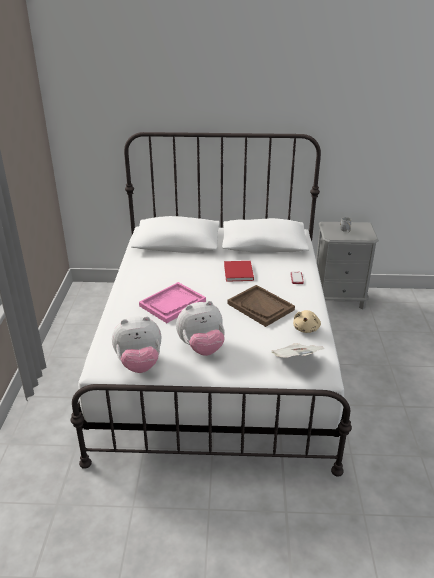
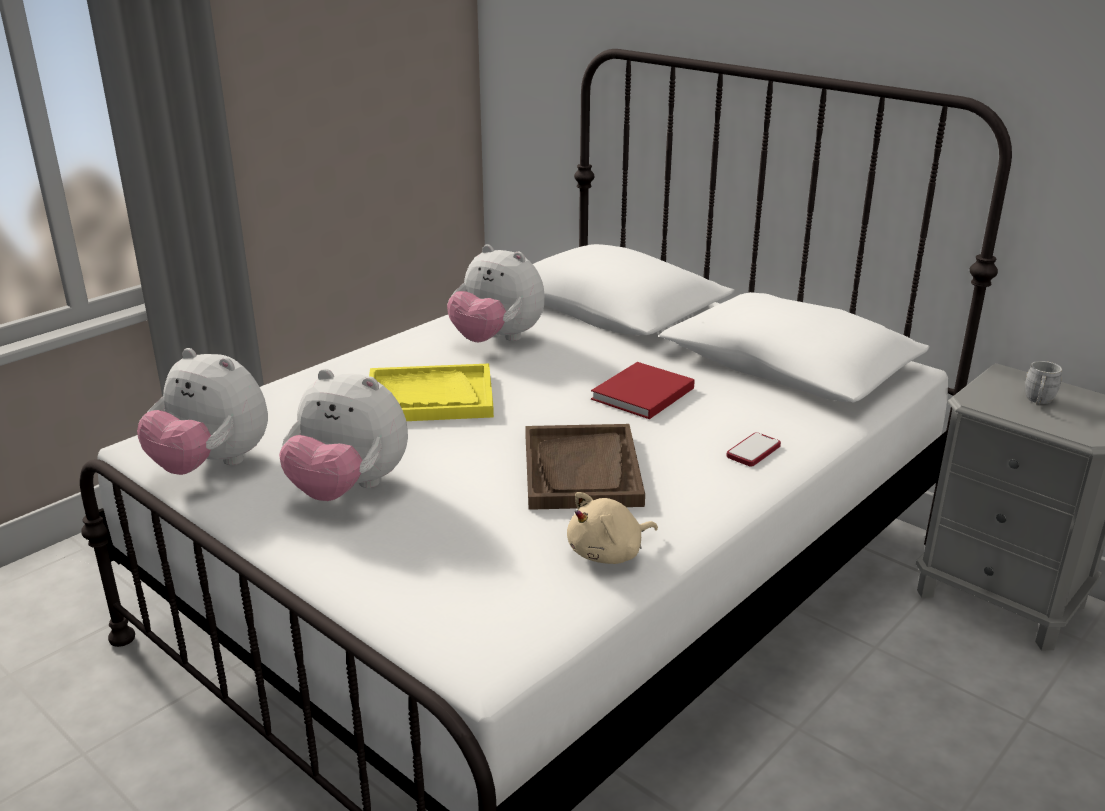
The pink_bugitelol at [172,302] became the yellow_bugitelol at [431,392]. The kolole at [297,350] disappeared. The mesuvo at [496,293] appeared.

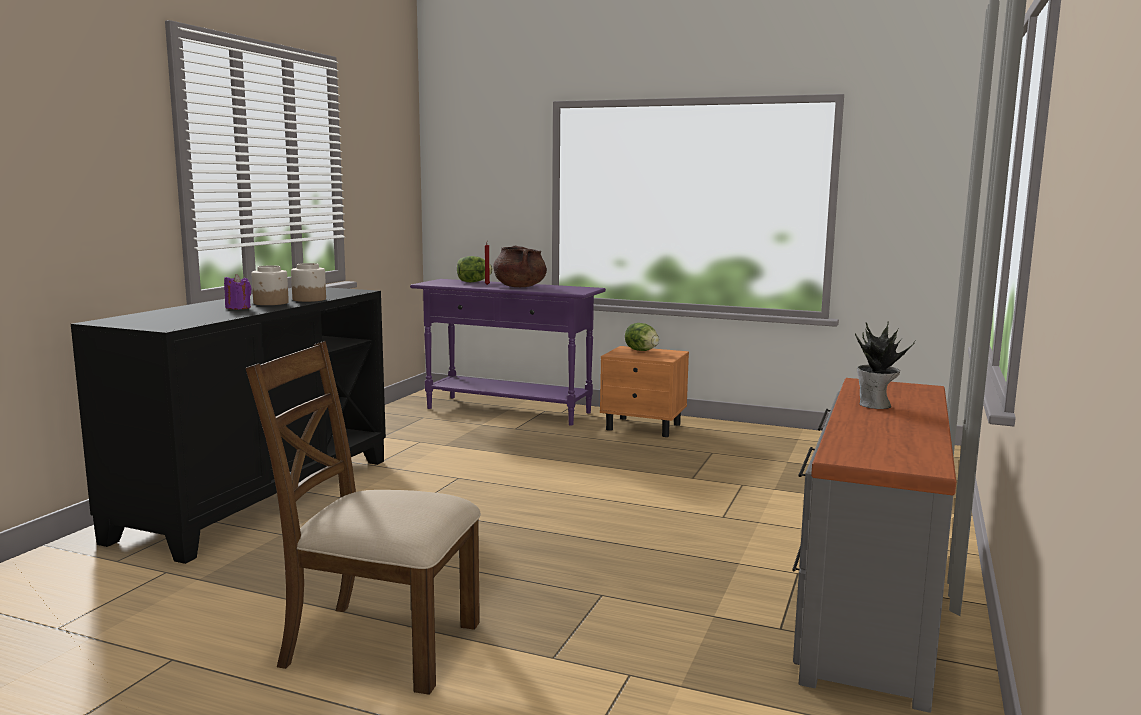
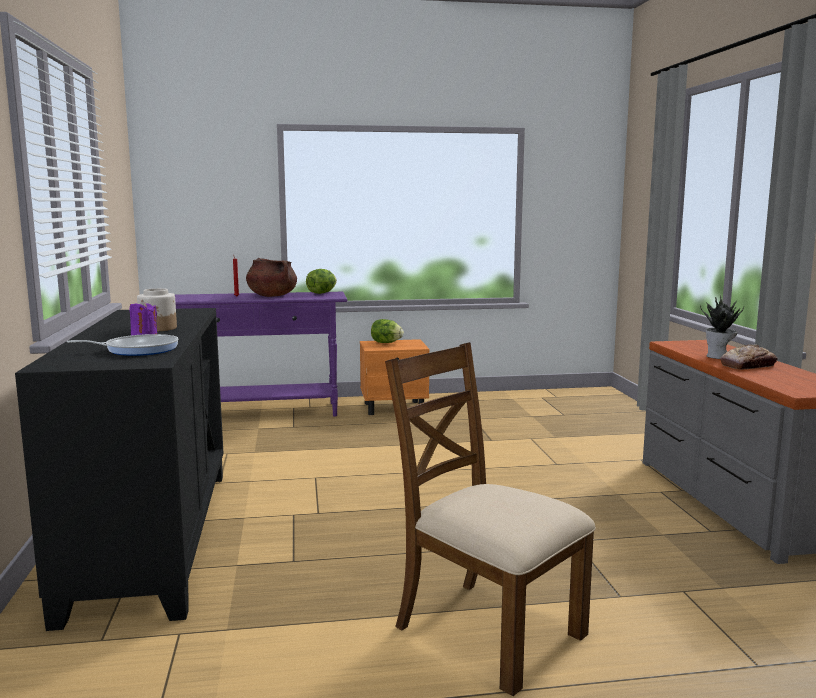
The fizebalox moved from [475,269] to [321,281]. The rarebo at [308,282] disappeared. The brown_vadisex at [363,518] turned 60 degrees clockwise. The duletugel at [123,345] appeared. The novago at [748,357] appeared.

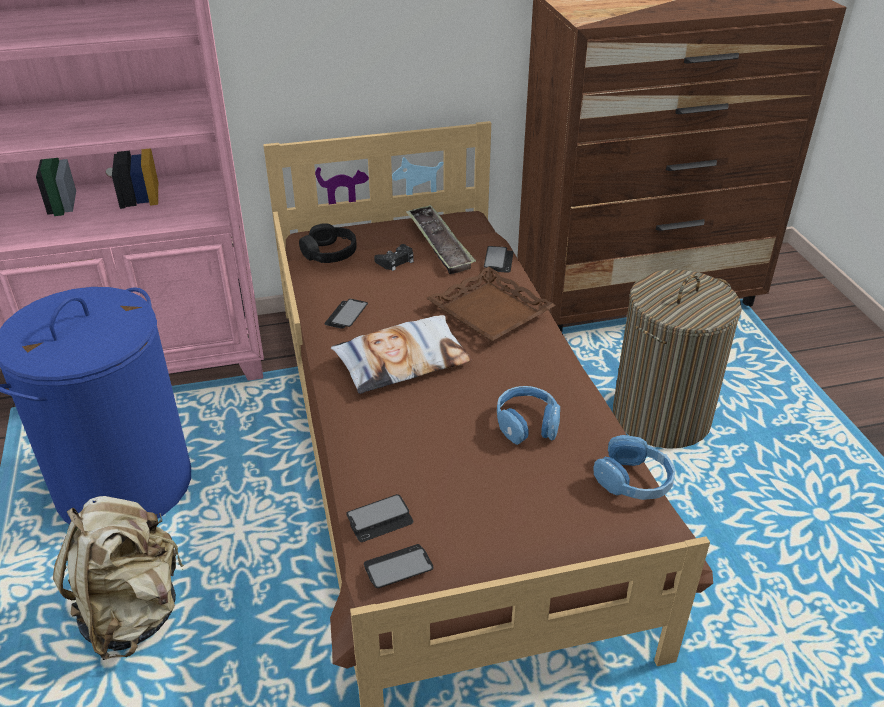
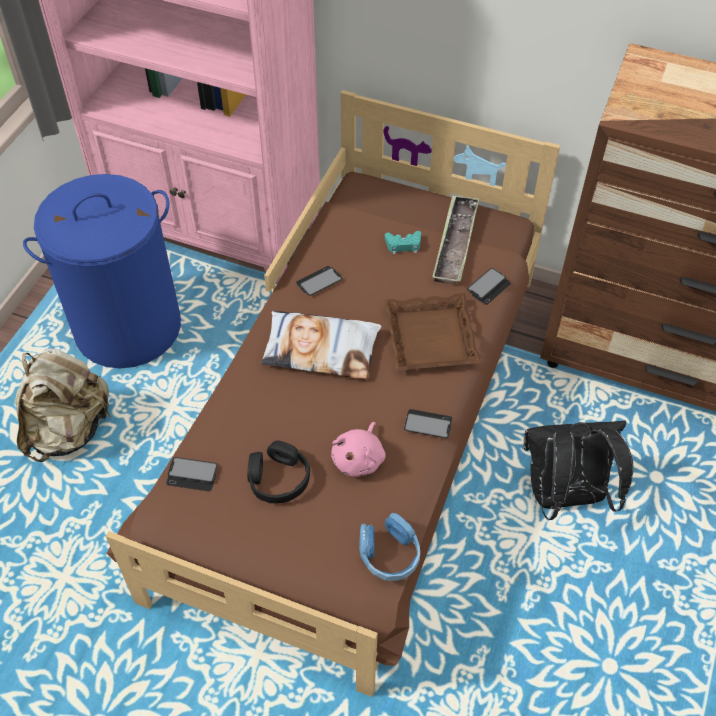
The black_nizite moved from [327,243] to [278,472]. The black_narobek at [394,257] became the turquoise_narobek at [403,242]. The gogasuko at [677,359] was replaced by the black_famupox at [578,470]. The blue_nizite at [528,415] was replaced by the pink_mesuvo at [358,449]. The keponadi moved from [399,566] to [428,423].

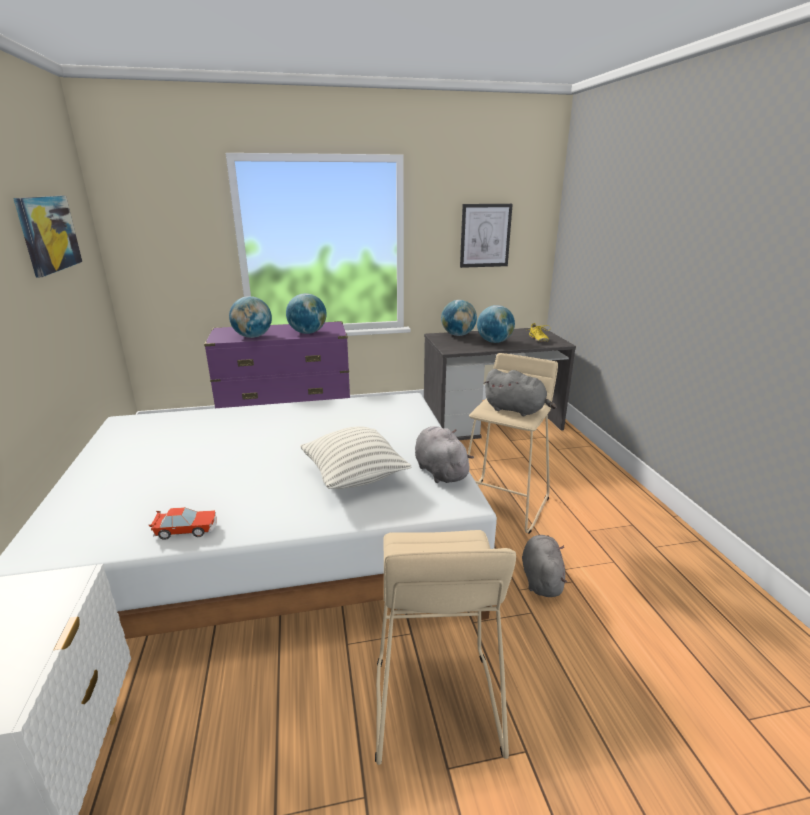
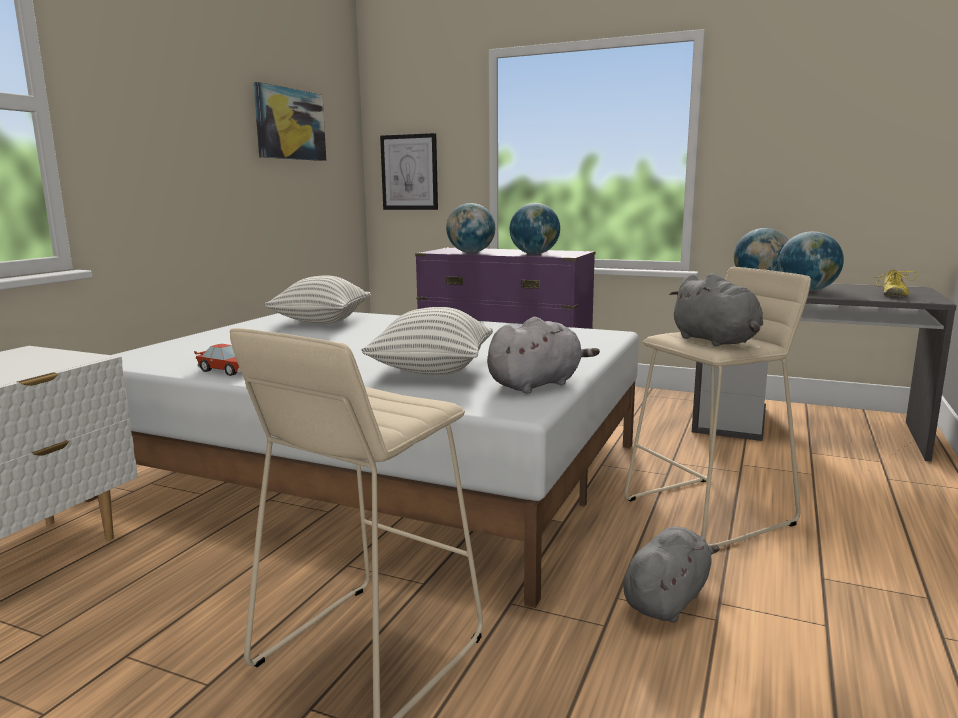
The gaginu moved from [486,236] to [409,171]. The grey_mesuvo at [444,454] turned 45 degrees clockwise. The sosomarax at [317,300] appeared.

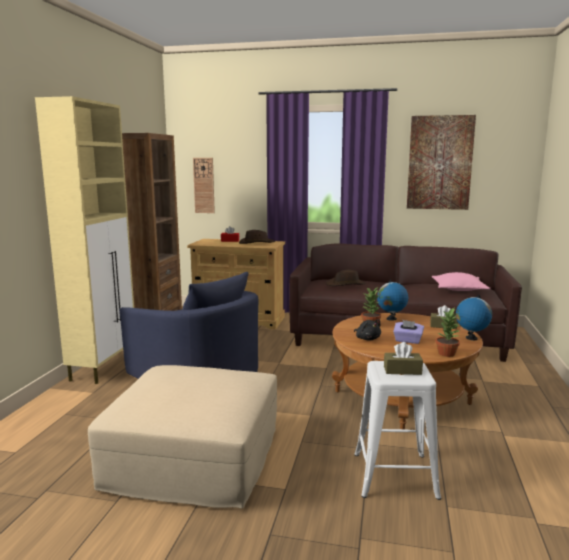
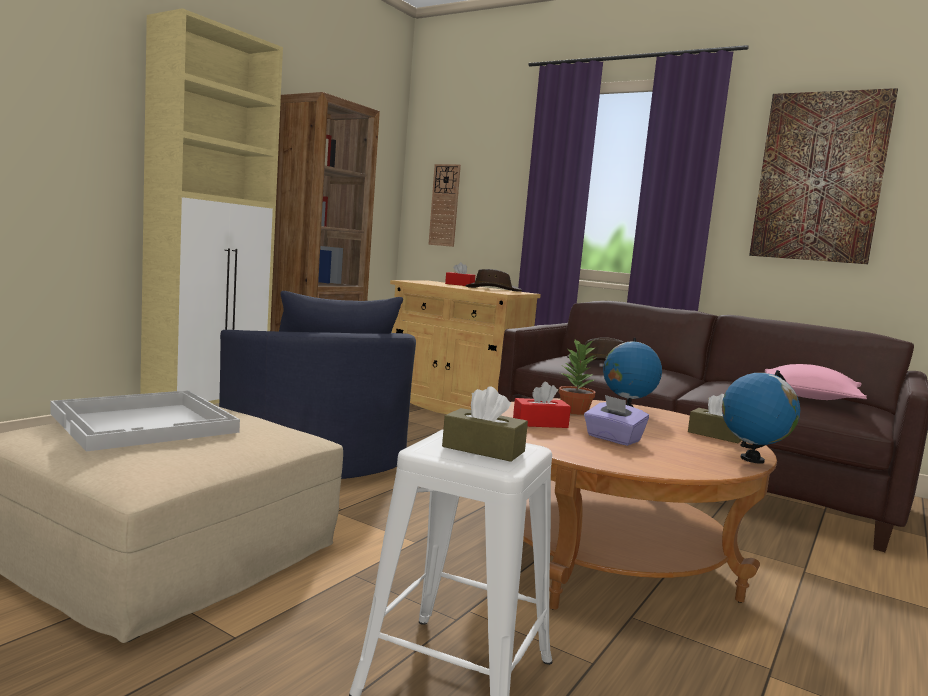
The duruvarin at [447,332] disappeared. The black_mesuvo at [367,329] was replaced by the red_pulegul at [542,404]. The white_bugitelol at [145,421] appeared.

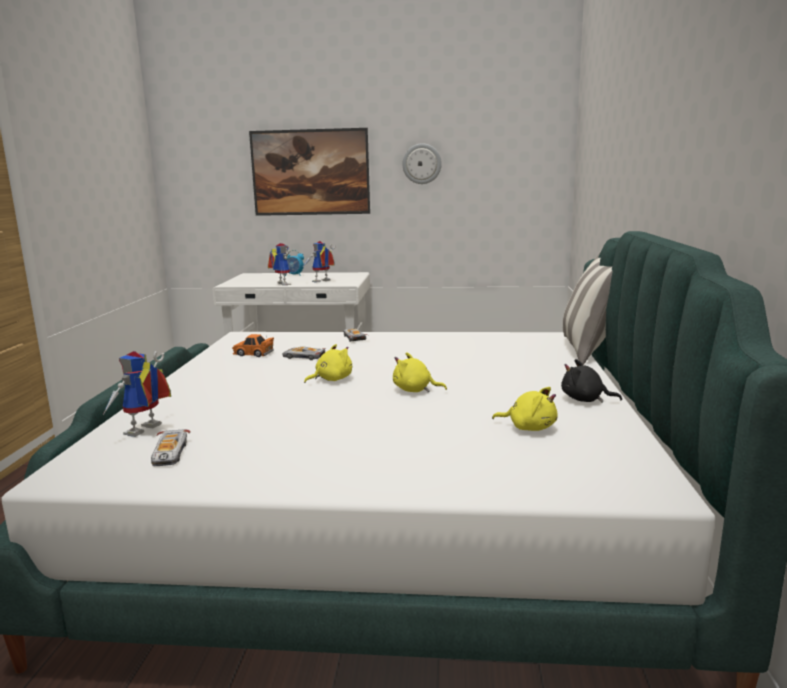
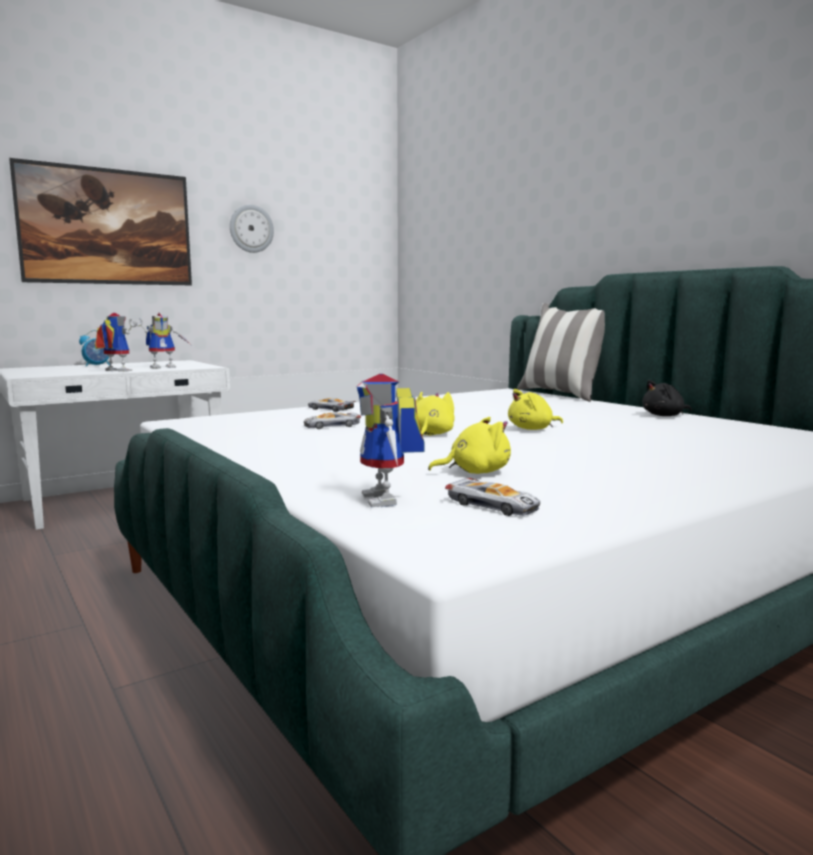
The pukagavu at [319,262] turned 135 degrees counterclockwise. The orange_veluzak at [253,345] disappeared. The yellow_mesuvo moved from [525,409] to [469,445].

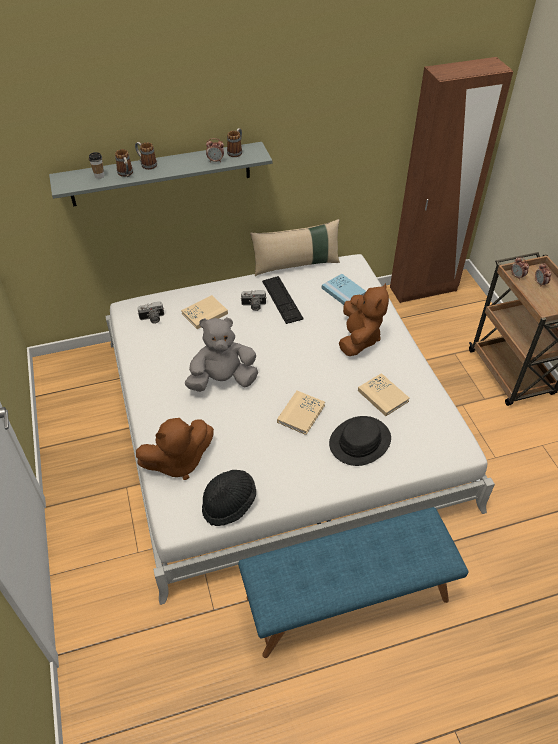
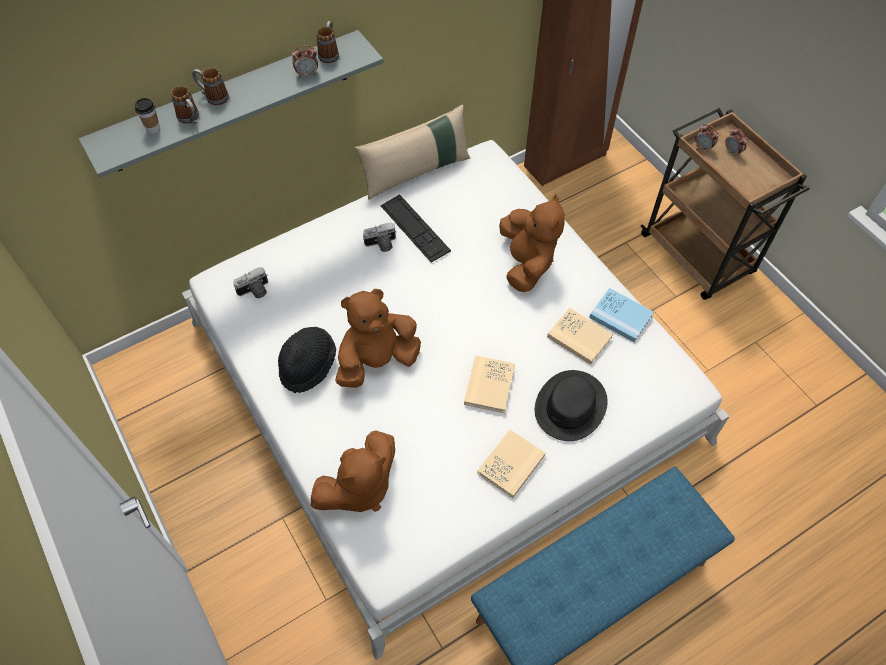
The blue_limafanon moved from [344,289] to [621,315]. The beige_limafanon moved from [204,312] to [511,463]. The grey_mesuvo at [221,354] became the brown_mesuvo at [378,338]. The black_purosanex moved from [229,498] to [307,360].

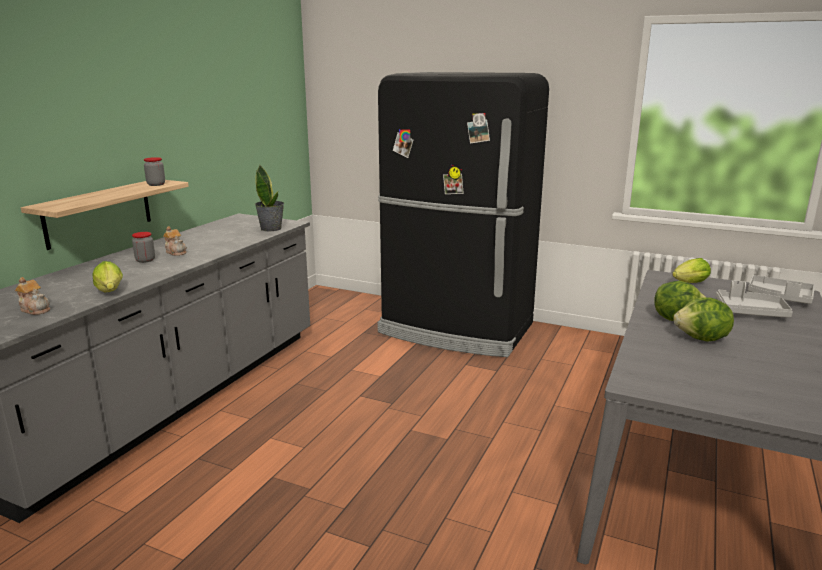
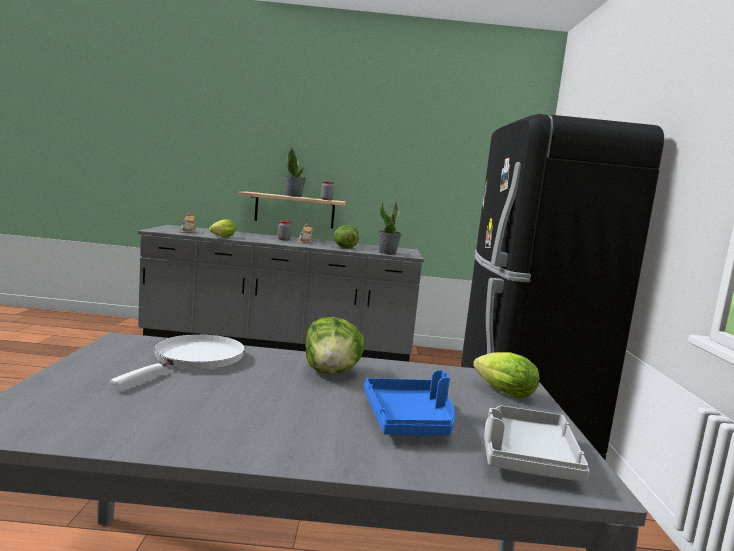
The grey_bugitelol at [754,299] became the blue_bugitelol at [409,403]. The fizebalox moved from [704,319] to [346,236]. The duruvarin at [295,172] appeared. The white_duletugel at [177,360] appeared.

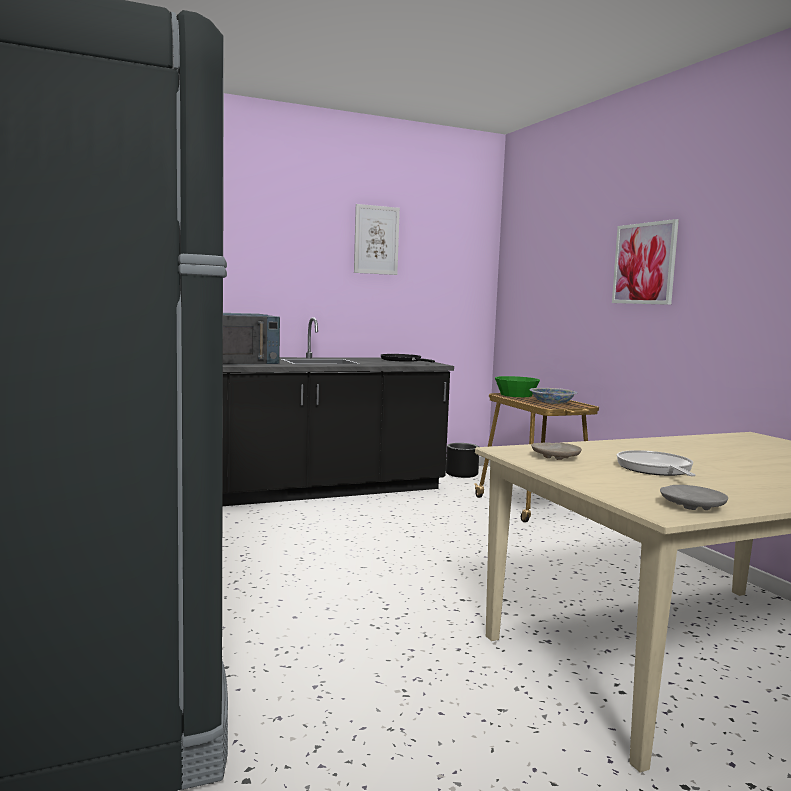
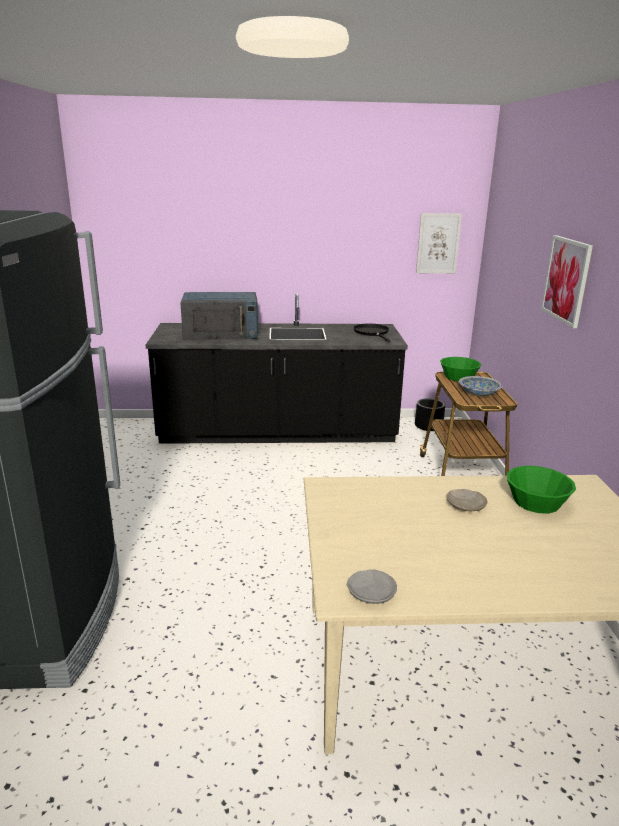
The gaginu moved from [377,239] to [439,243]. The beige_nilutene moved from [556,451] to [467,500]. The duletugel at [656,463] disappeared. The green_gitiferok at [541,490] appeared.

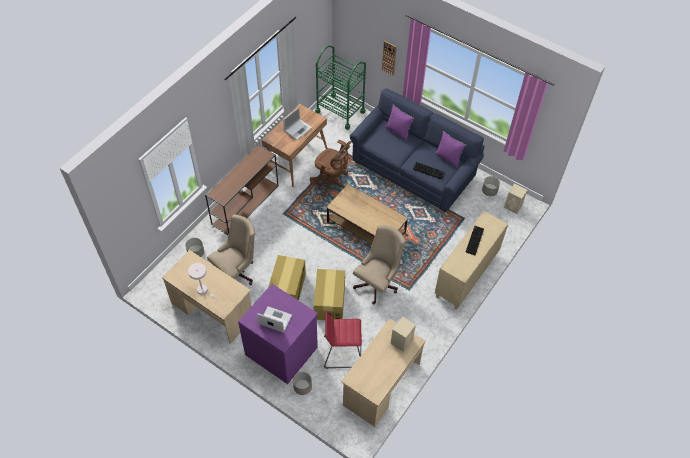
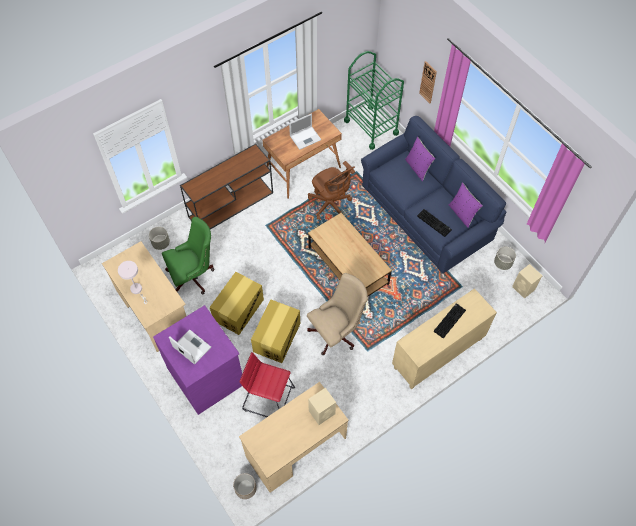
The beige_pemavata at [231,249] became the green_pemavata at [188,256]. The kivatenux moved from [302,383] to [244,486].

